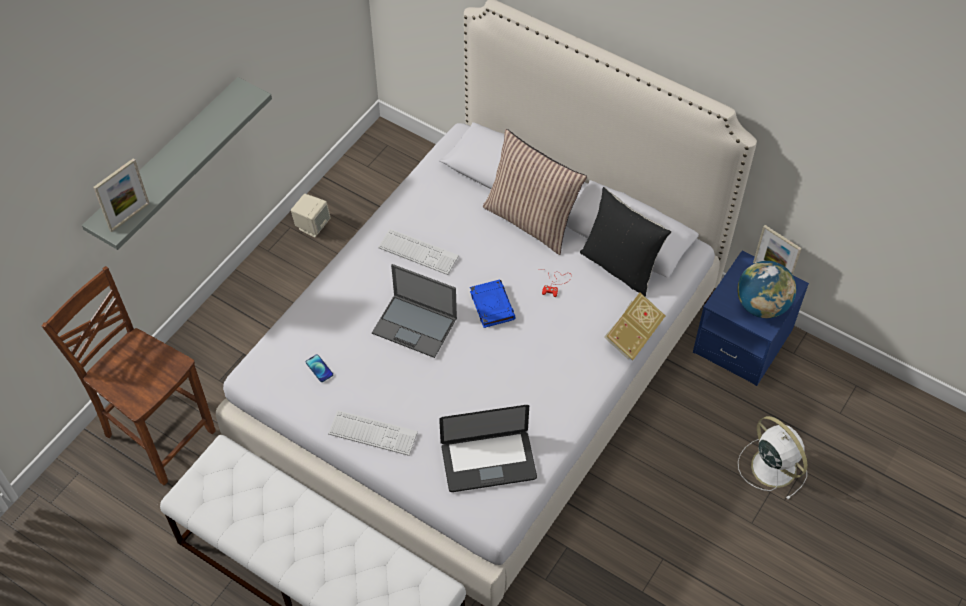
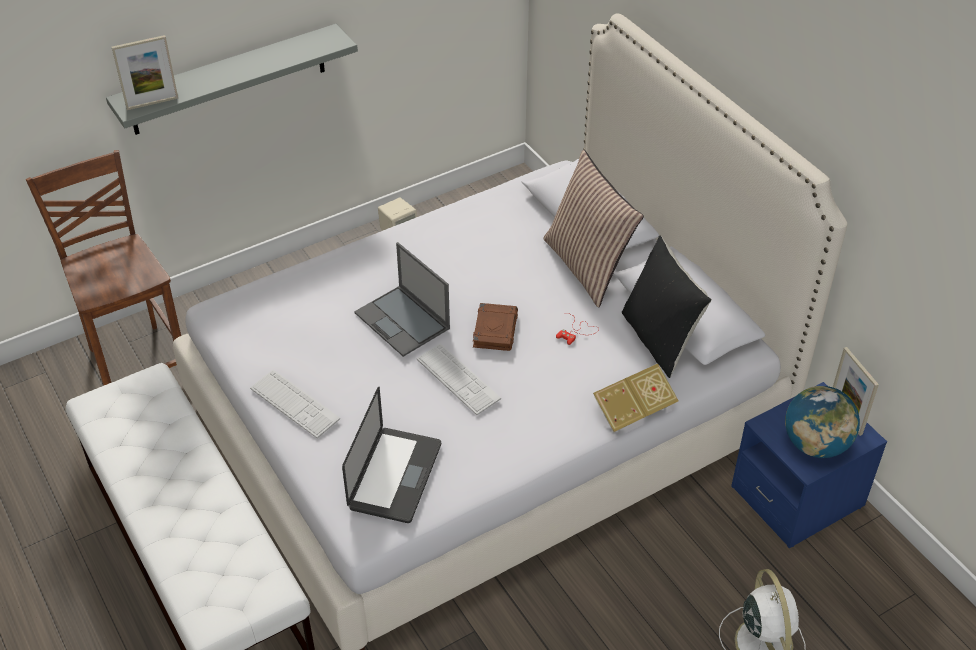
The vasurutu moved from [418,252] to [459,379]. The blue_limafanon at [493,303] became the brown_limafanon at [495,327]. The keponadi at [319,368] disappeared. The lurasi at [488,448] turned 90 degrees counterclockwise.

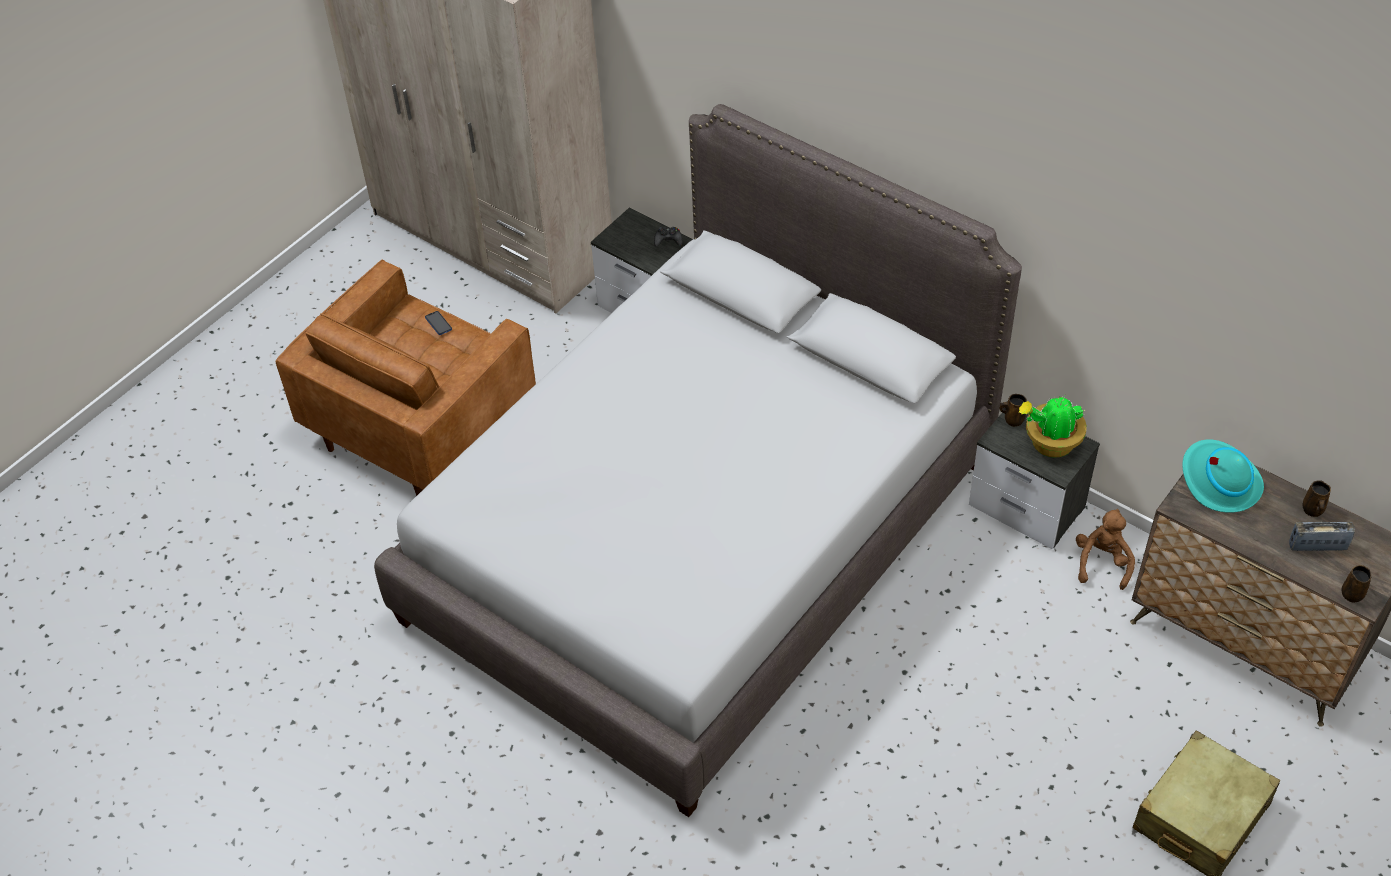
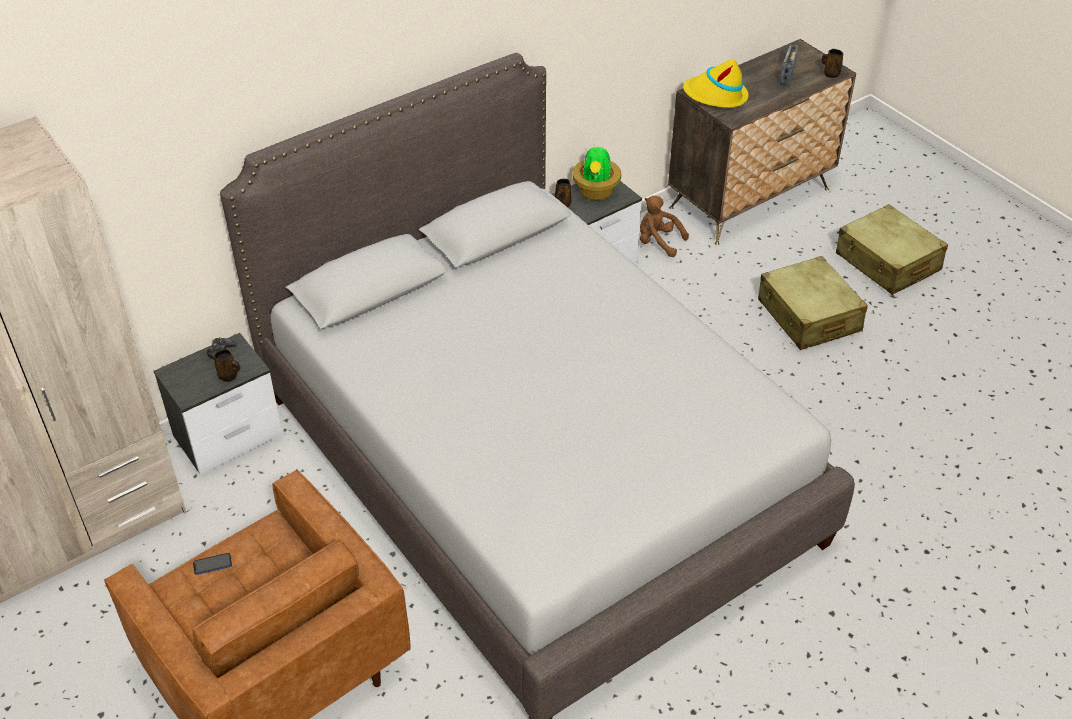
The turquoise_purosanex at [1223,476] became the yellow_purosanex at [715,83]. The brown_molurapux moved from [1316,498] to [227,365]. The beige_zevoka at [813,303] appeared.

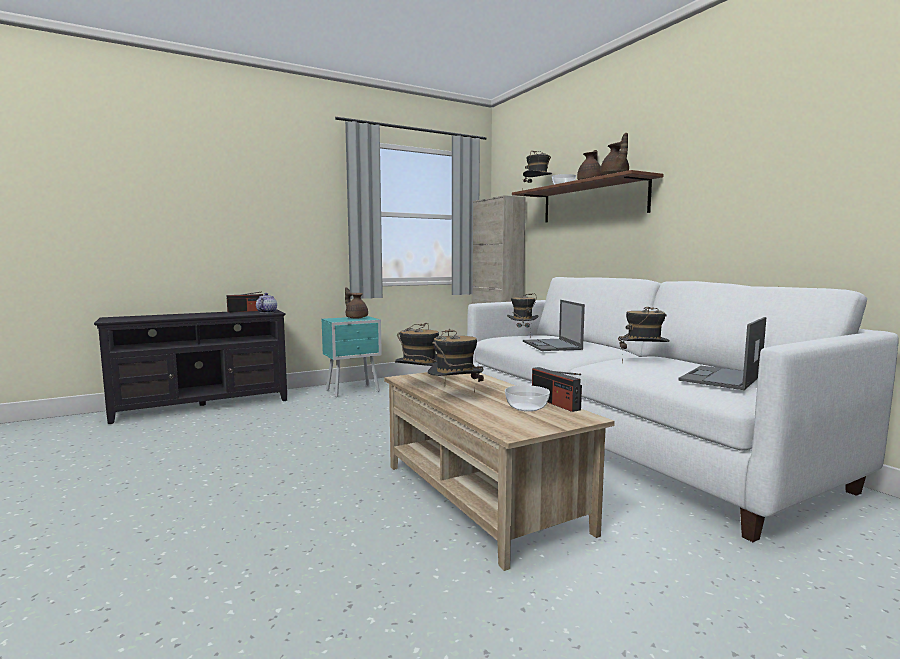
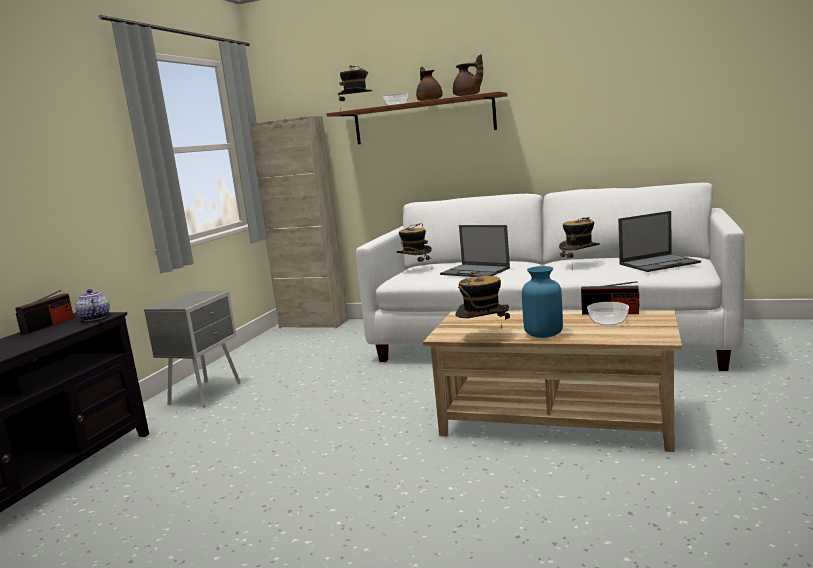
The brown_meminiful at [356,303] disappeared. The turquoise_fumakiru at [352,357] became the grey_fumakiru at [192,349]. The lurasi at [722,353] turned 105 degrees counterclockwise. The purosanex at [456,360] was replaced by the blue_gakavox at [542,302].

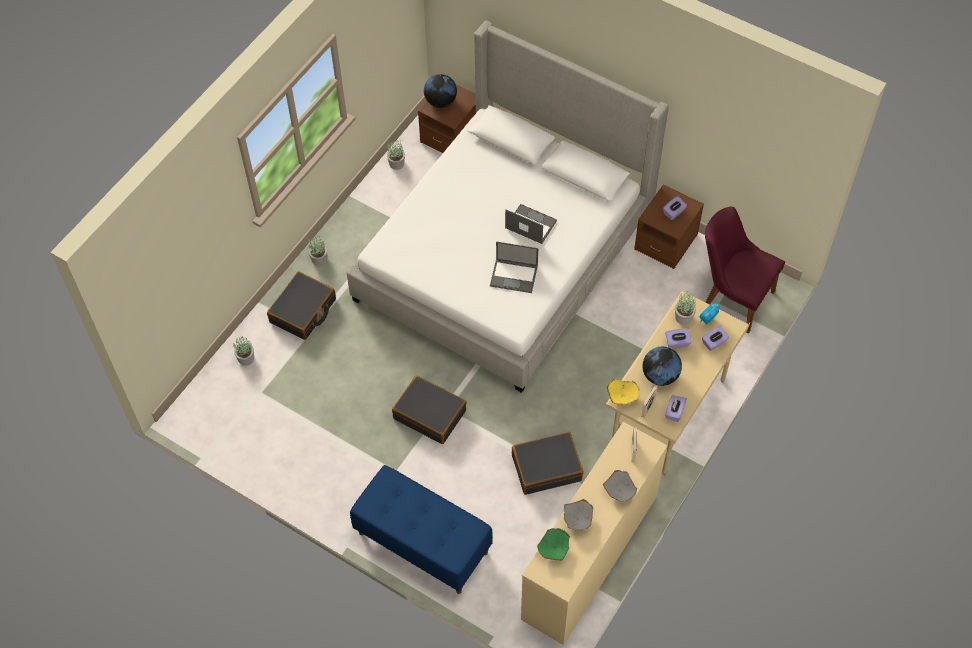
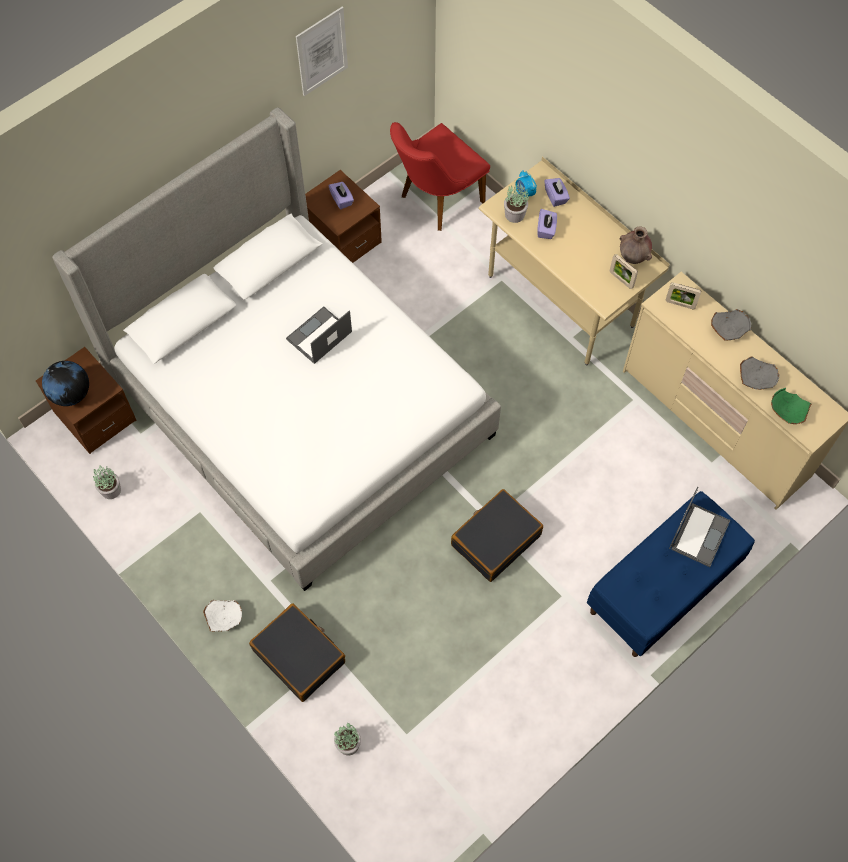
The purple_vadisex at [745,270] became the red_vadisex at [440,176]. The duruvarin at [317,250] was replaced by the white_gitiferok at [222,616]. The lurasi moved from [514,267] to [699,527]. The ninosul at [662,366] disappeared. The yellow_gitiferok at [623,392] disappeared. The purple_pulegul at [676,408] was replaced by the brown_gakavox at [636,245]. The black_zevoka at [547,463] disappeared. The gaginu at [322,51] appeared.

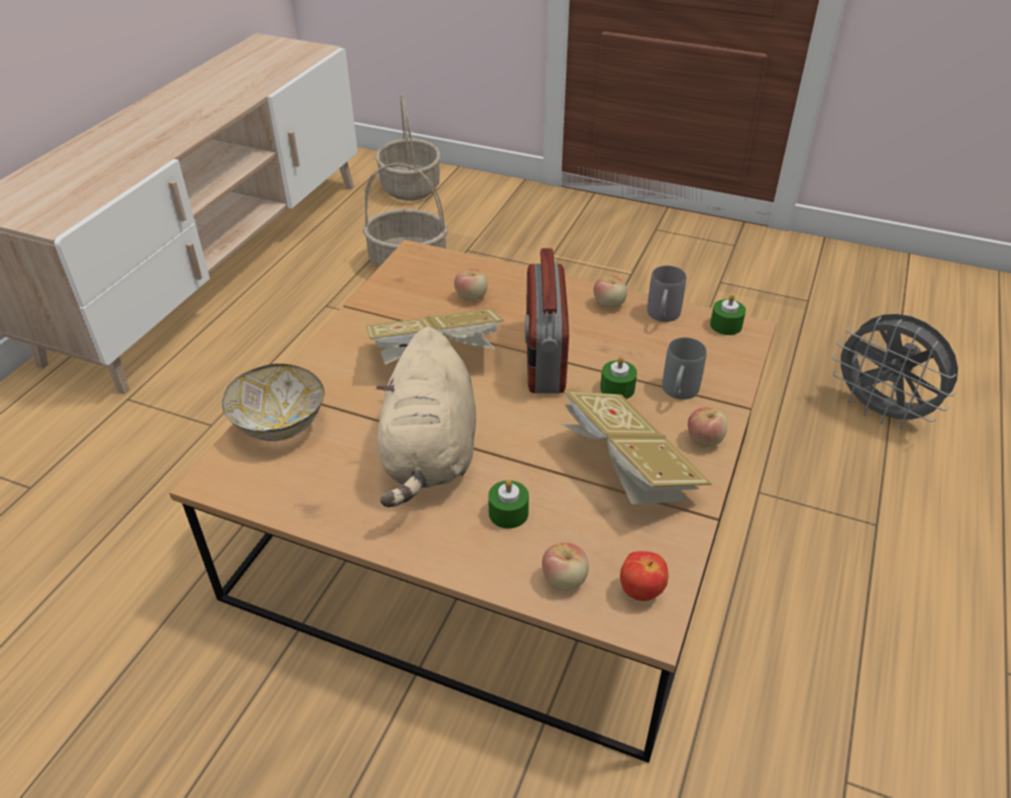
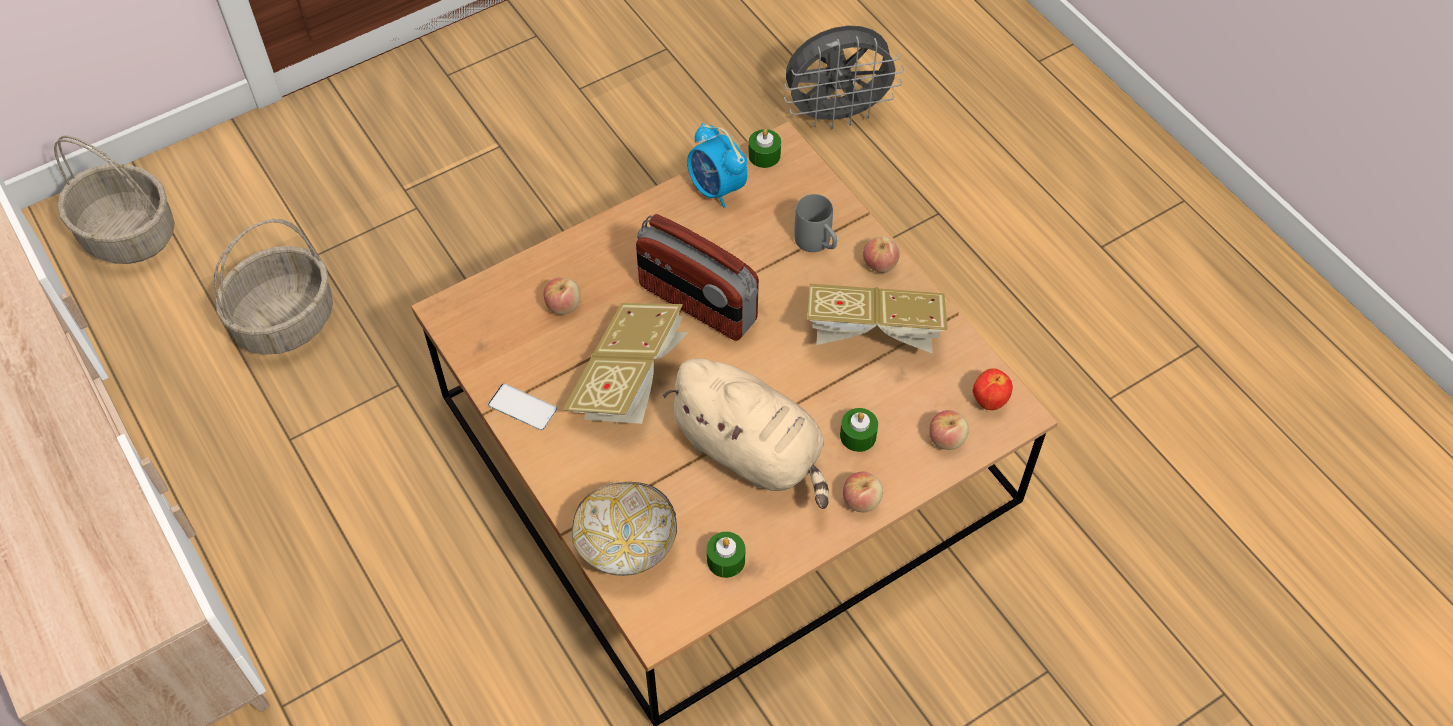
The grey_molurapux at [666,294] was replaced by the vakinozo at [717,165]. The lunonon moved from [610,292] to [863,491]. The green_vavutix moved from [618,377] to [726,555]. The keponadi at [522,406] appeared.

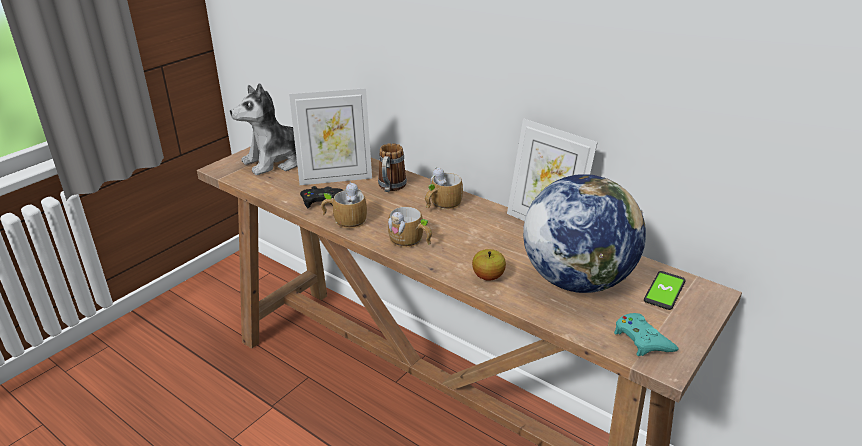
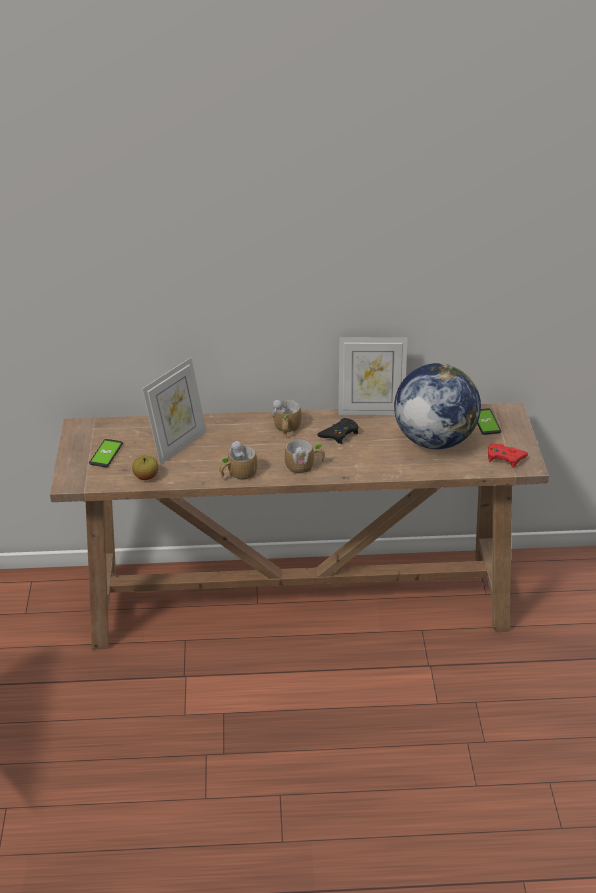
The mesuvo at [263,129] was replaced by the keponadi at [106,453]. The molurapux at [392,167] disappeared. The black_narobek moved from [322,197] to [338,431]. The lunonon moved from [489,265] to [145,468]. The turquoise_narobek at [646,334] became the red_narobek at [508,455].

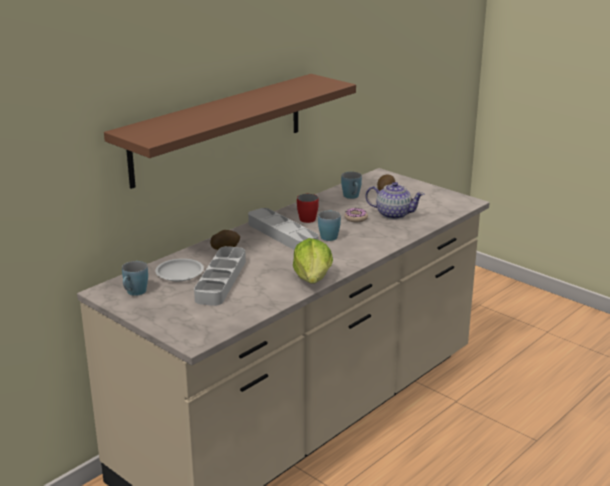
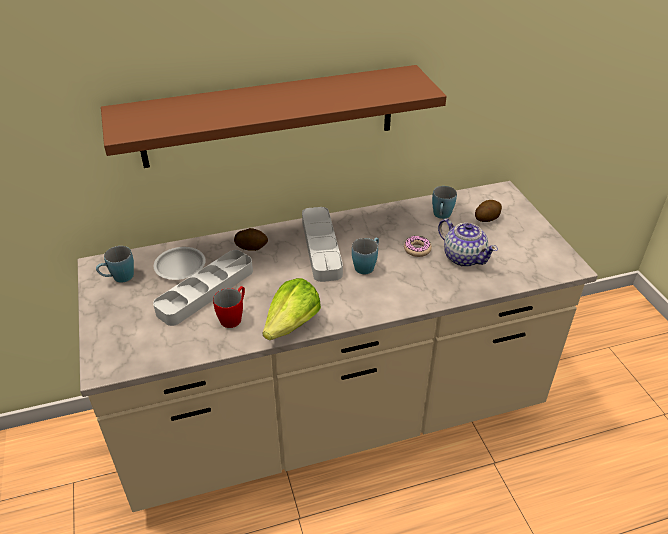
The red_molurapux moved from [308,208] to [229,307].

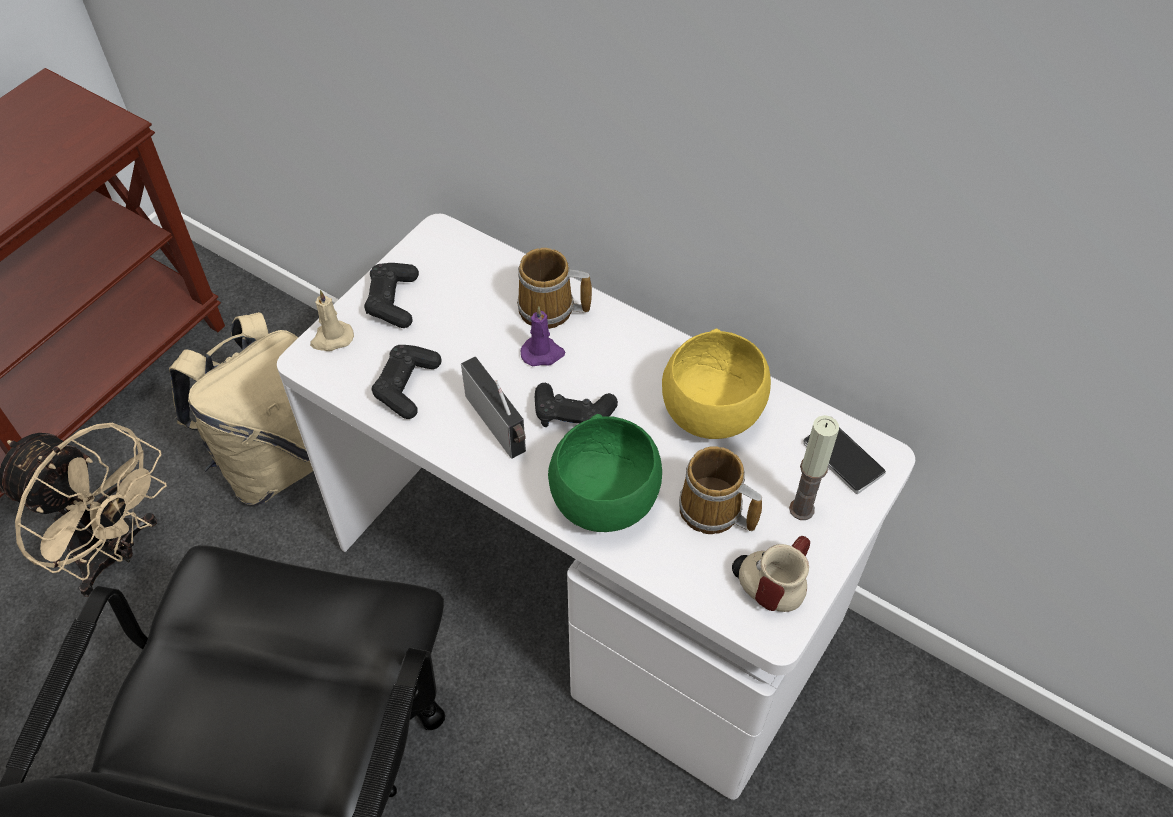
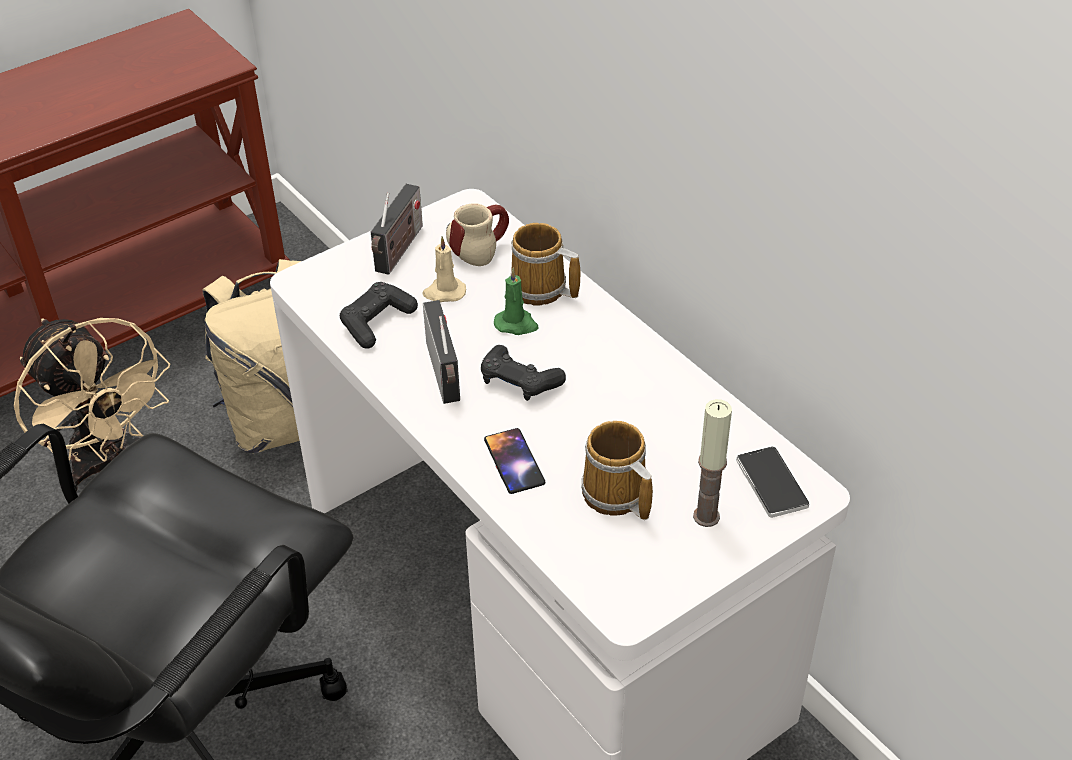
The black_narobek at [391,295] was replaced by the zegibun at [397,229]. The beige_vavutix moved from [332,320] to [444,269]. The purple_vavutix at [543,336] became the green_vavutix at [516,301]. The yellow_gitiferok at [716,384] disappeared. The green_gitiferok at [605,473] was replaced by the keponadi at [514,461]. The molurapux moved from [771,574] to [477,234].

